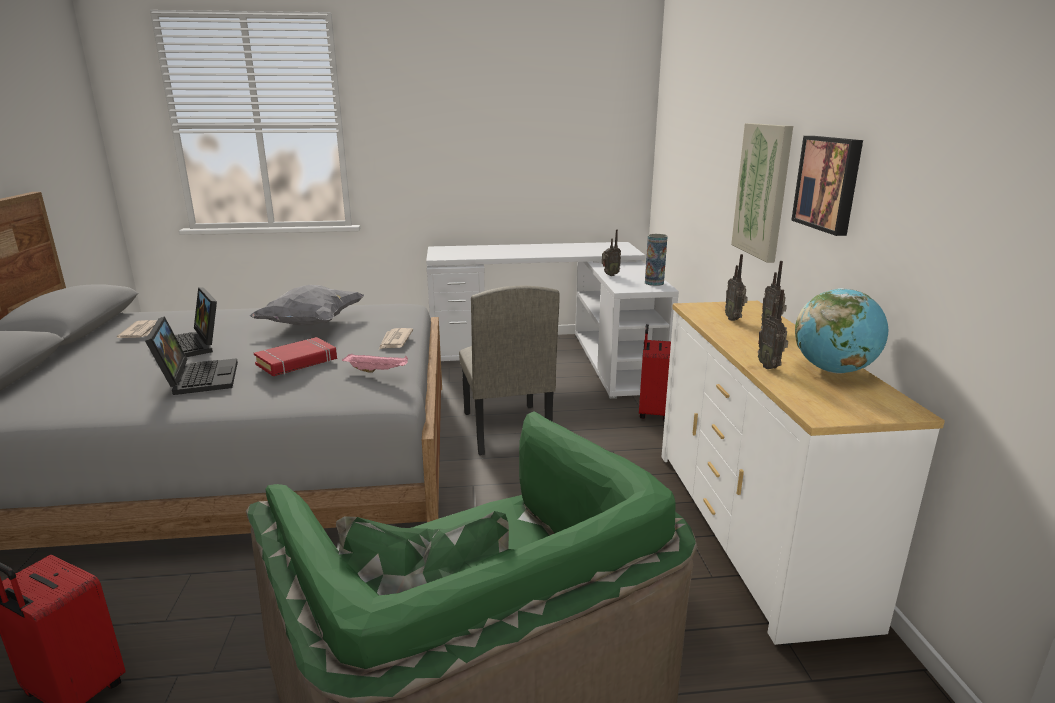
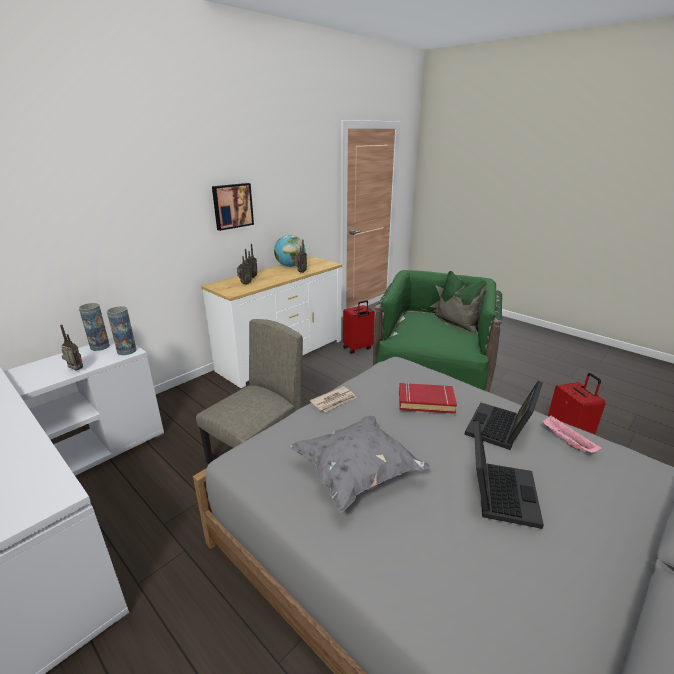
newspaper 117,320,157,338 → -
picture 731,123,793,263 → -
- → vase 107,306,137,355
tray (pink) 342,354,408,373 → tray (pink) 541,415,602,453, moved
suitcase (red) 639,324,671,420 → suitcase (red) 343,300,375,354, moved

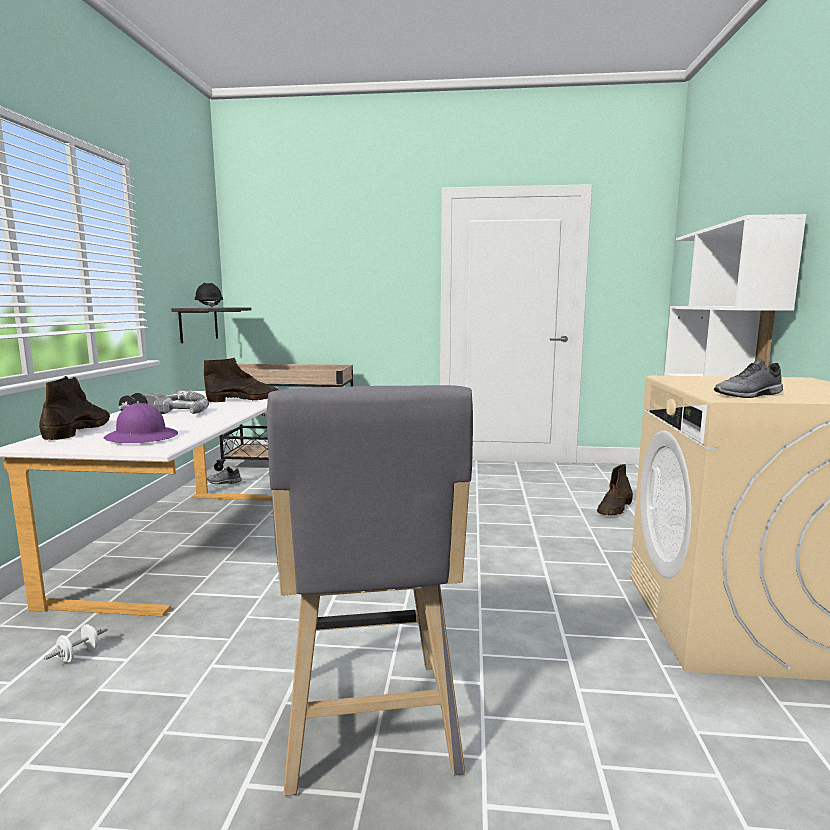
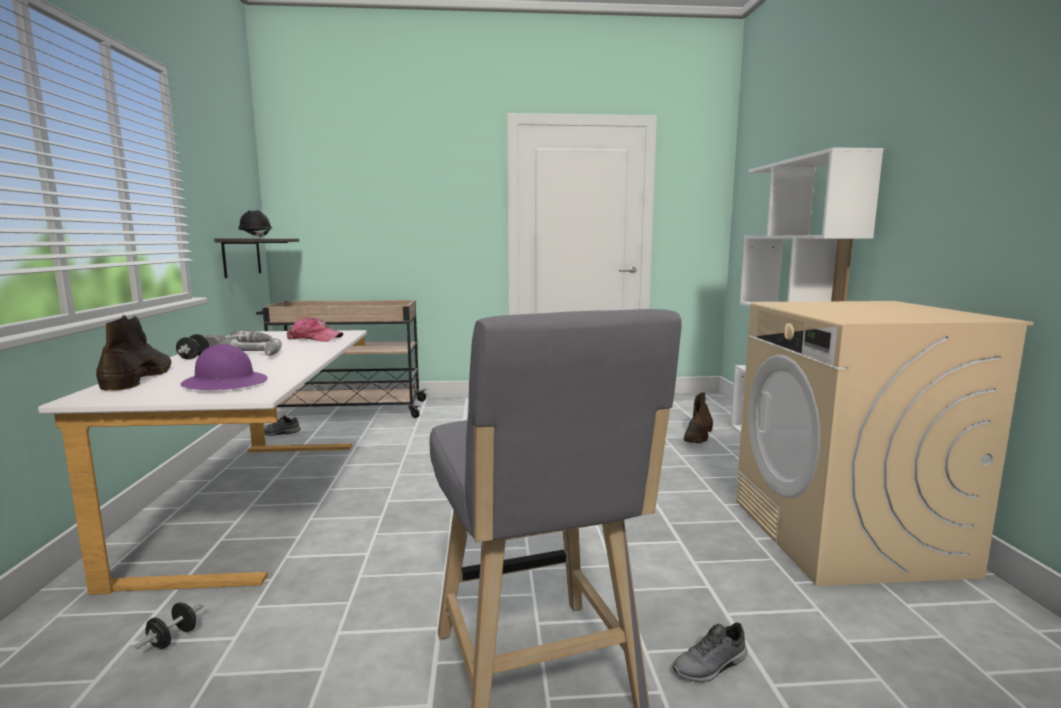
shoe (grey) 714,360,783,398 → shoe (grey) 672,622,747,682, moved
boot (brown) 204,358,278,402 → cap 287,317,343,342
dumbbell (white) 44,624,108,663 → dumbbell (black) 135,602,203,649

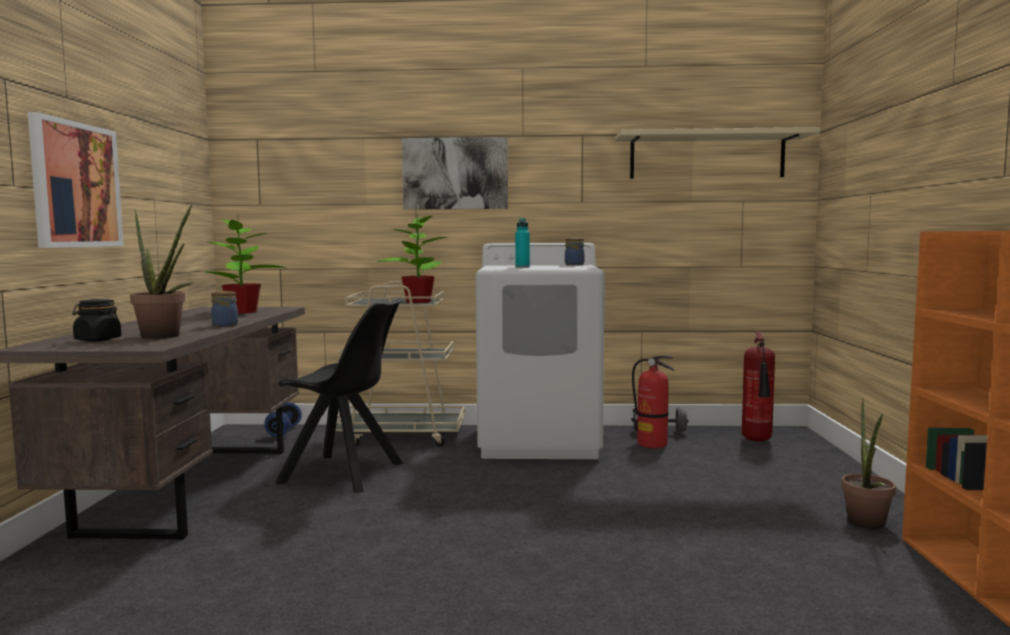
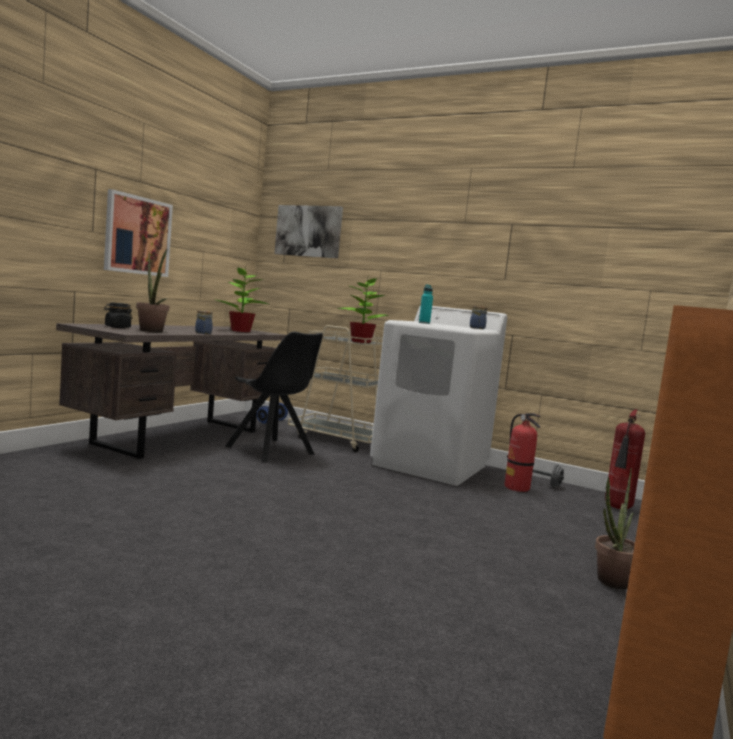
shelf (beige) 615,127,821,179 → -
picture 402,137,508,210 → picture 274,205,343,259, moved

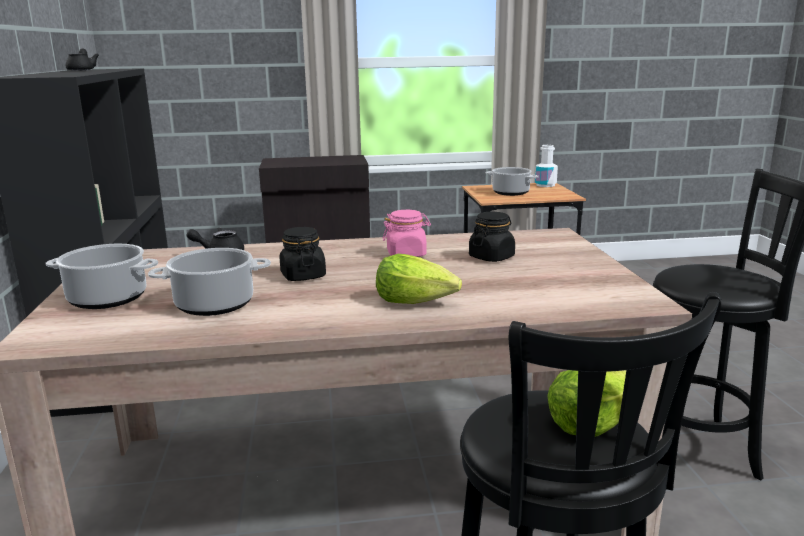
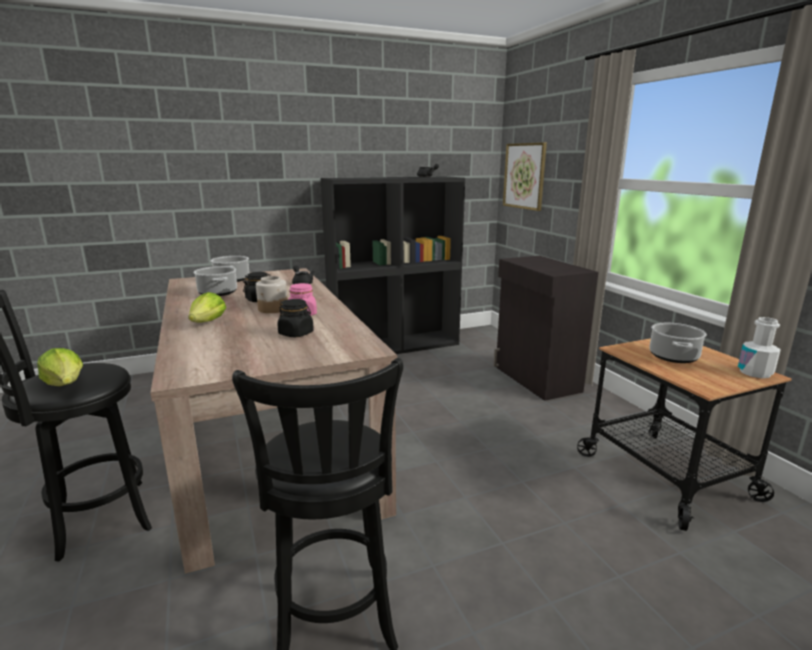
- → jar 256,276,288,313
- → picture 503,142,547,211

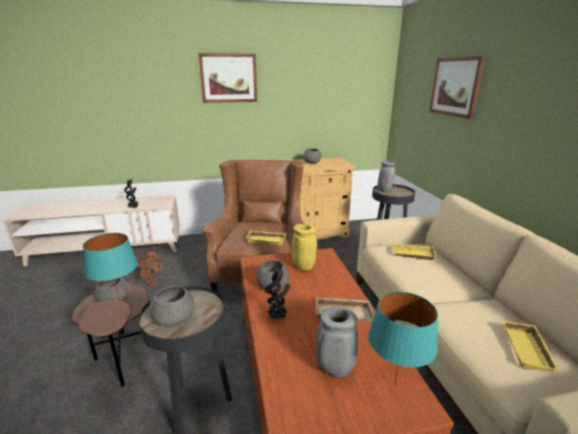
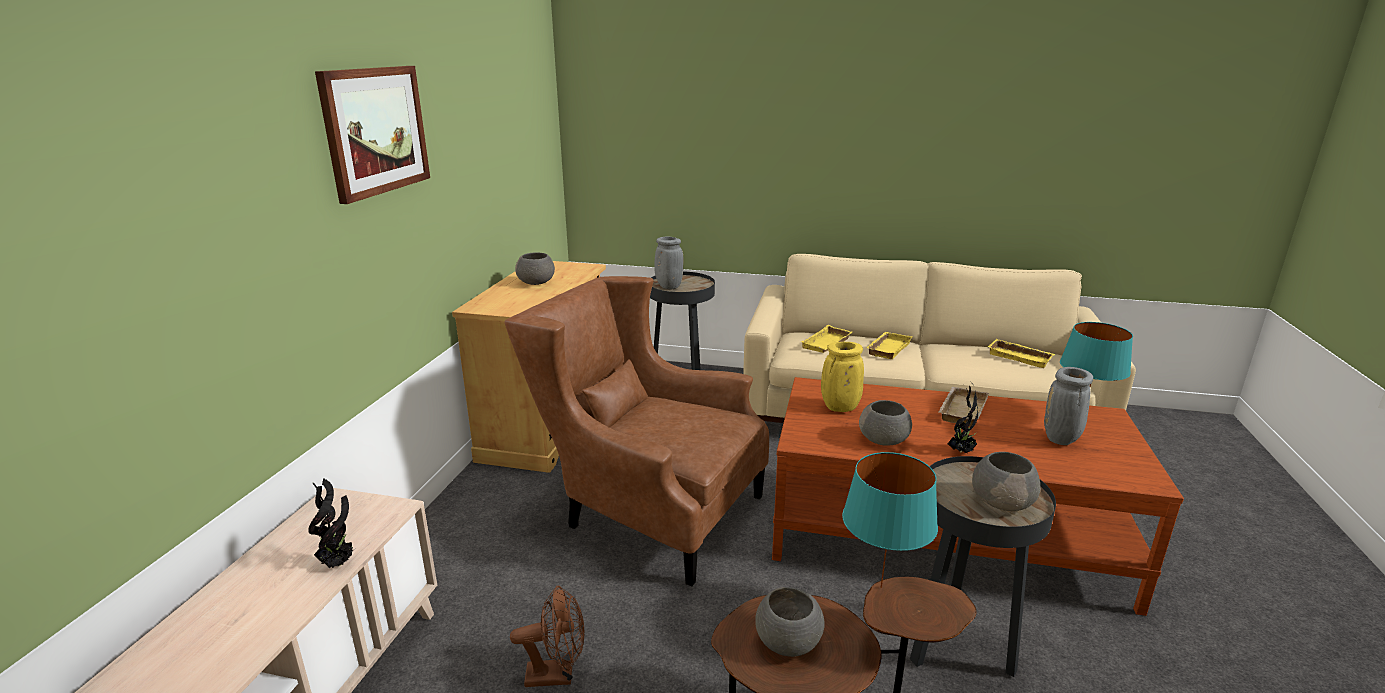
picture 429,56,486,119 → -
tray (yellow) 246,230,286,245 → tray (yellow) 867,332,912,359, moved

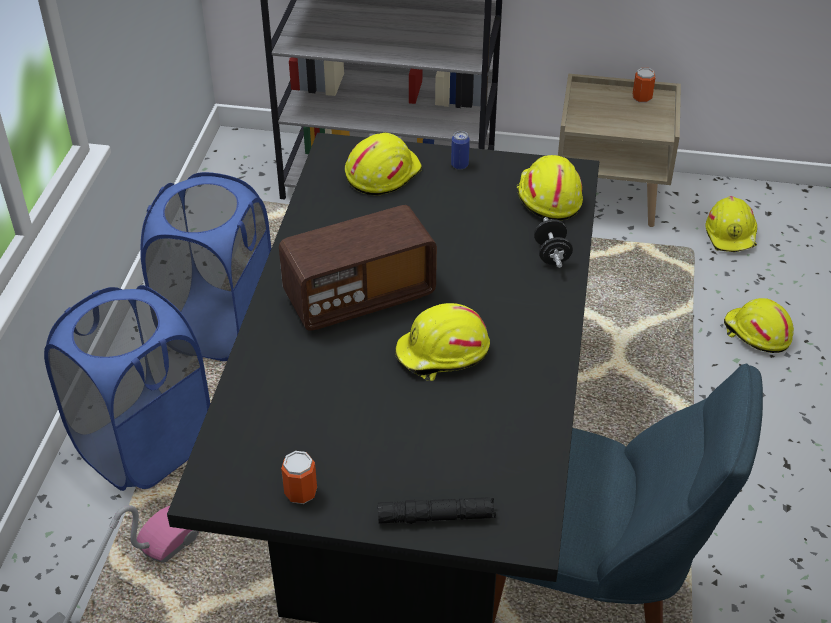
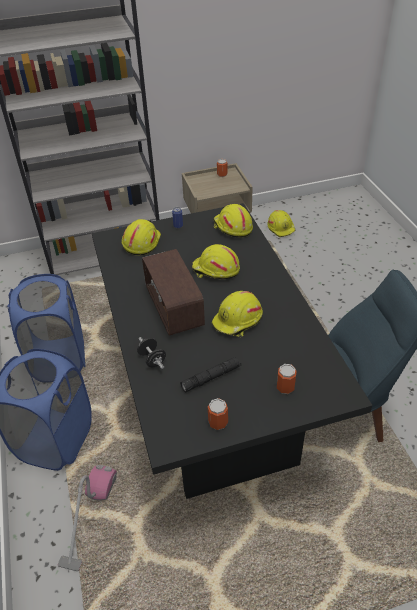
- → can 277,364,297,394
flashlight (black) 378,497,496,524 → flashlight (black) 180,357,241,393, moved
dumbbell (black) 534,217,573,268 → dumbbell (black) 137,337,166,369, moved
hard hat (yellow) 724,298,794,353 → hard hat (yellow) 192,244,240,279, moved
radio 279,205,437,331 → radio 142,249,205,336, 120 degrees clockwise

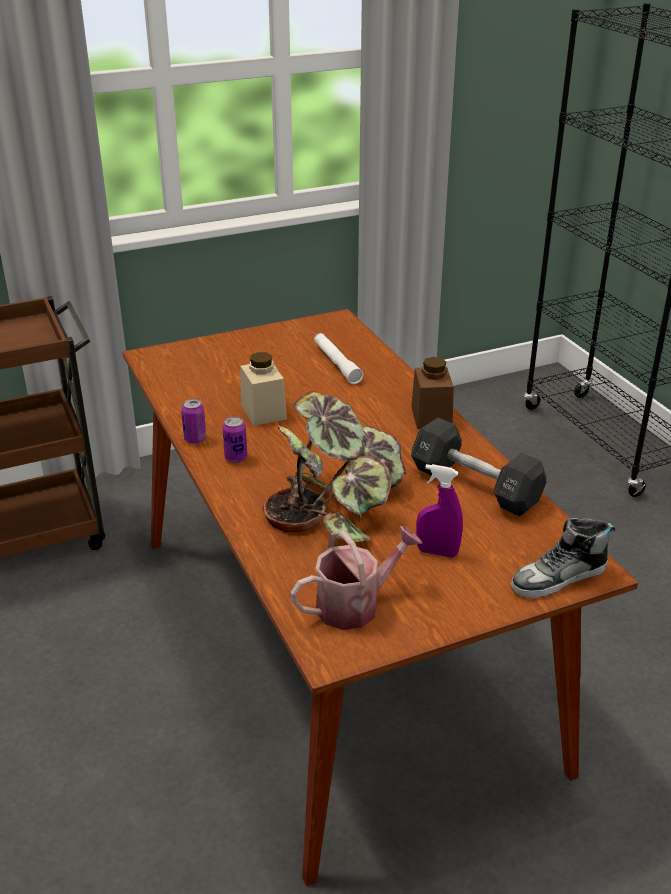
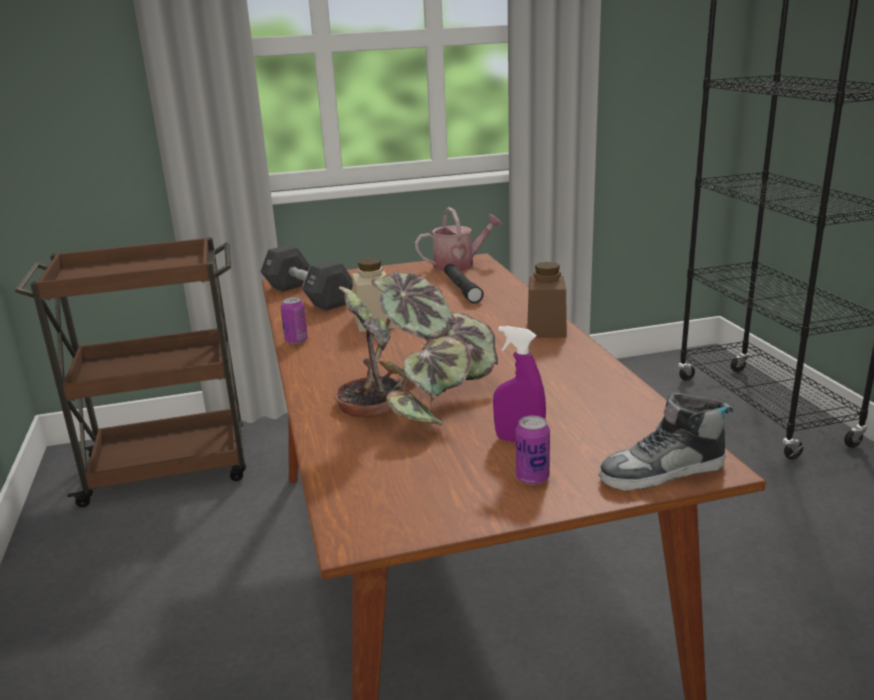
can 222,417,247,463 → can 516,415,550,485, moved
watering can 290,526,423,630 → watering can 415,207,503,271, moved
dumbbell (black) 411,418,546,517 → dumbbell (black) 260,245,353,311, moved
flashlight (white) 314,333,364,384 → flashlight (black) 444,264,484,304

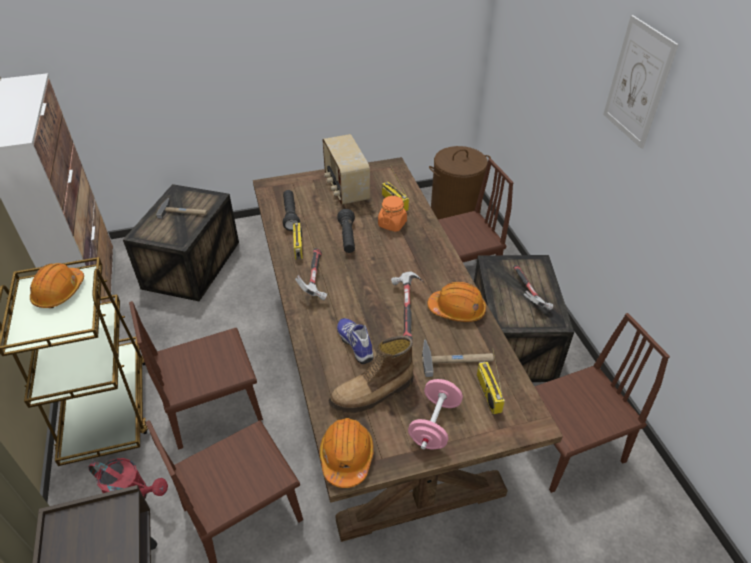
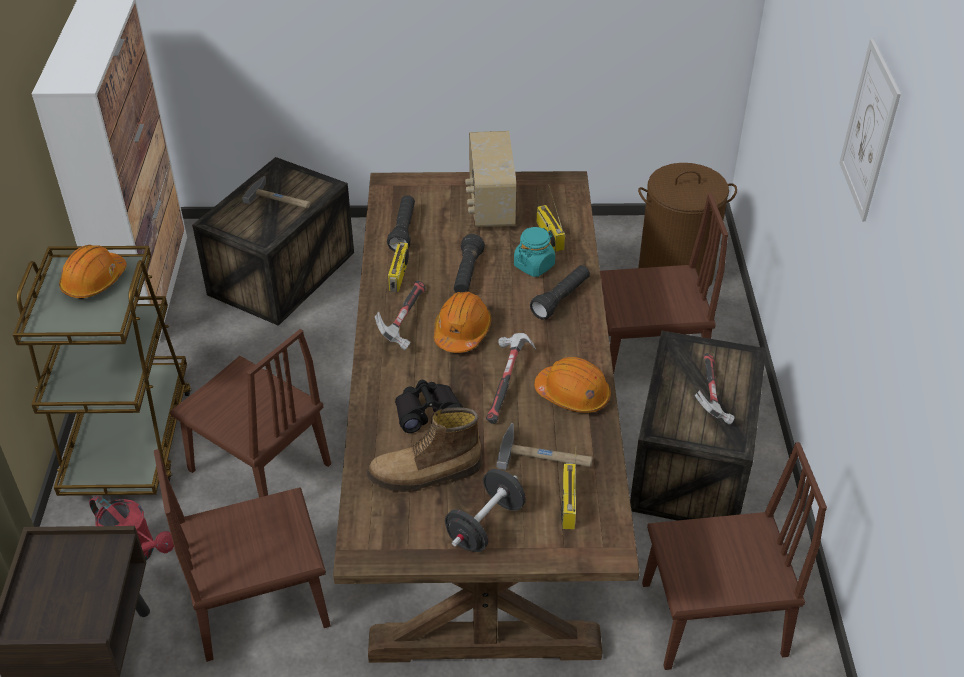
- → flashlight (black) 530,265,590,320
hard hat (orange) 319,418,374,488 → hard hat (orange) 434,292,492,353, moved
shoe 337,318,374,364 → binoculars (black) 395,380,463,433
jar (orange) 378,196,407,232 → jar (turquoise) 514,227,555,277
dumbbell (pink) 408,379,463,450 → dumbbell (black) 445,469,526,552
chair (brown) 129,301,263,449 → chair (brown) 170,329,331,498, 135 degrees counterclockwise

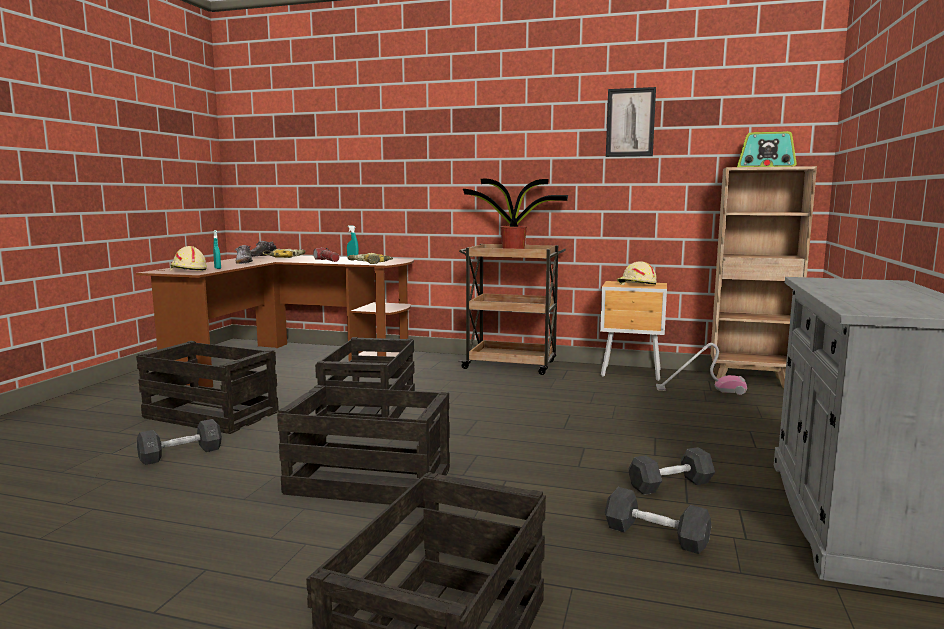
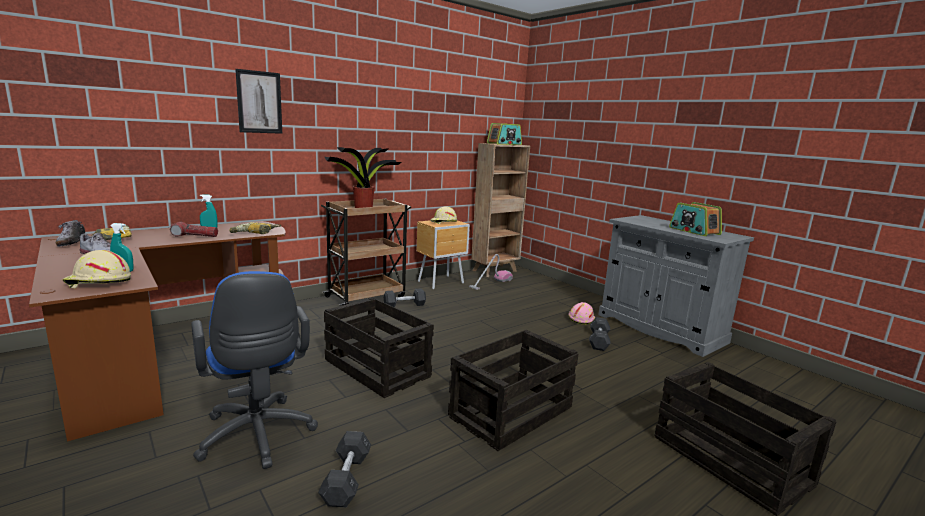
- → hard hat (pink) 569,302,595,325
- → radio 669,202,722,236
dumbbell (grey) 605,487,712,554 → dumbbell (grey) 384,288,426,307, moved
picture 606,87,656,157 → picture 235,69,282,134, moved
crate 136,341,279,434 → office chair (blue) 191,271,318,469

